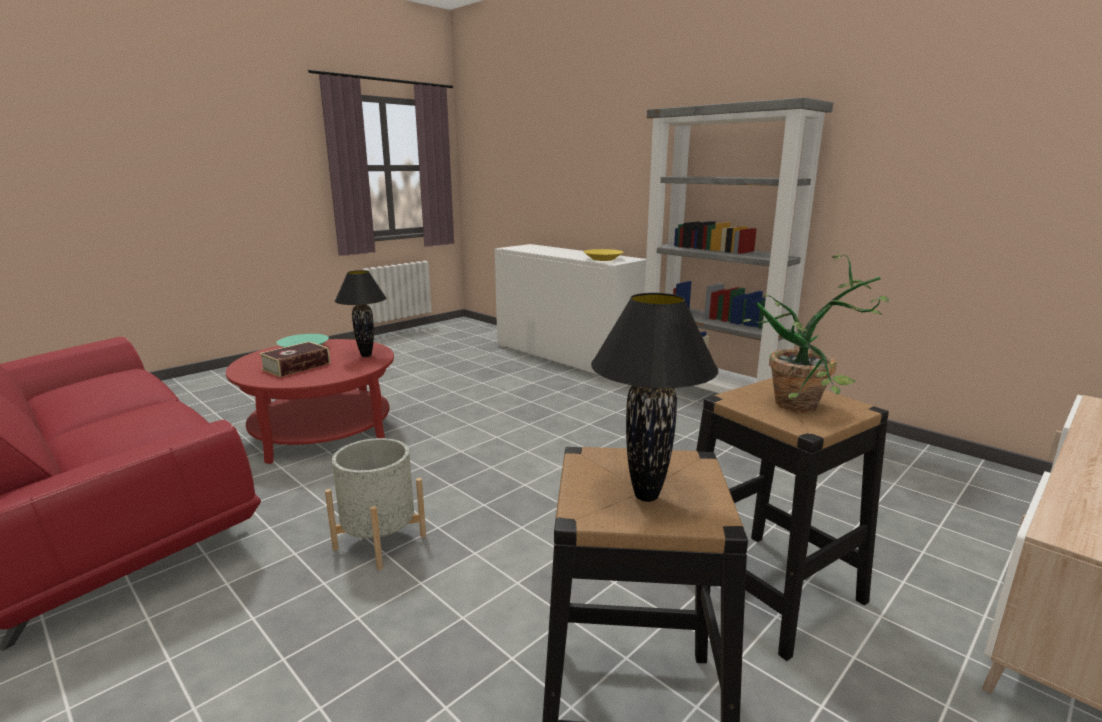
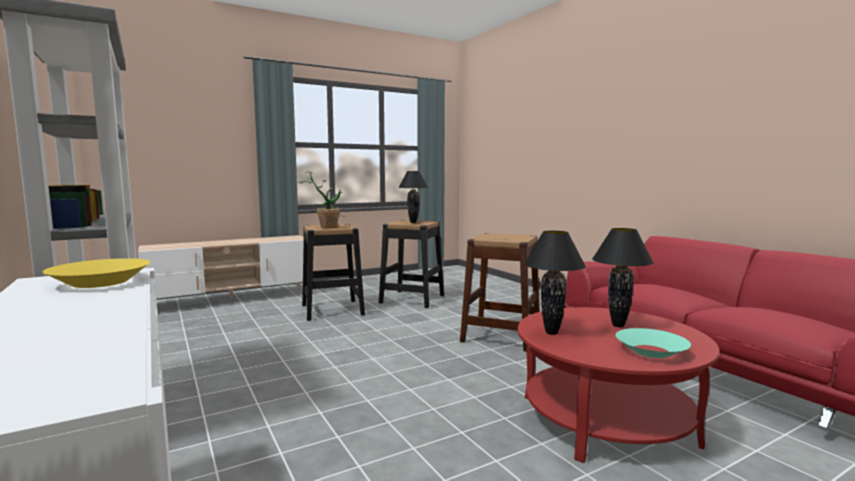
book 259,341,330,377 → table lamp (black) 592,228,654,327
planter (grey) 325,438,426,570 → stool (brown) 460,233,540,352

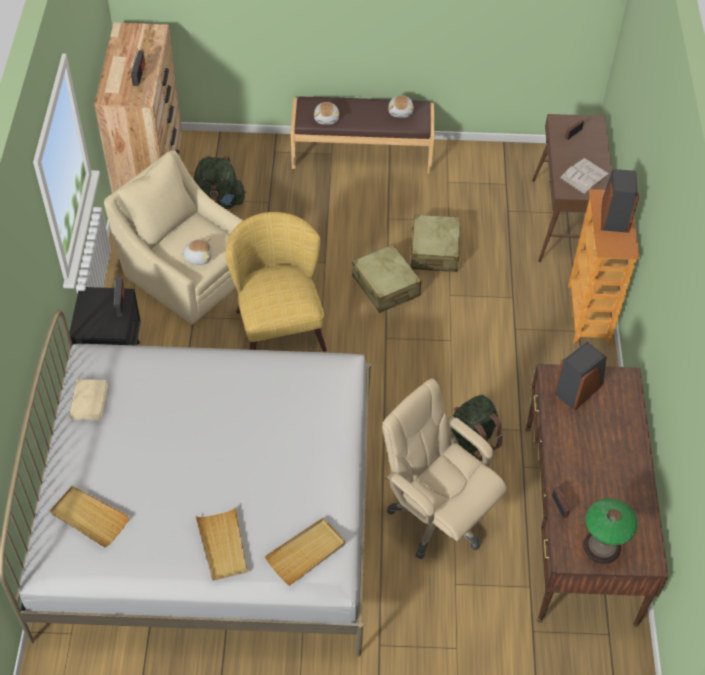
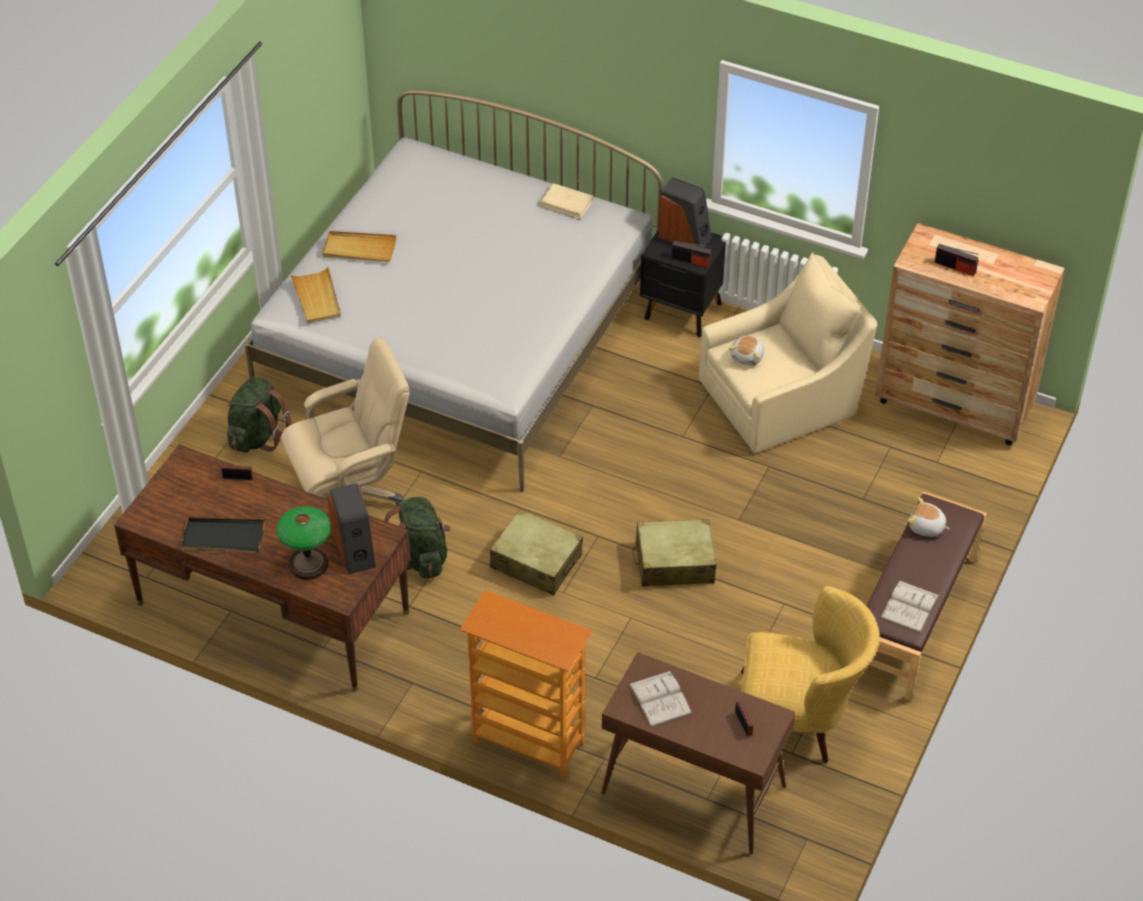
tray (beige) 50,486,130,548 → -
- → tray (black) 181,517,265,553
backpack (green) 194,156,246,209 → backpack (green) 227,377,292,453, moved
armchair (yellow) 226,212,327,352 → armchair (yellow) 741,586,880,763, moved
suitcase (beige) 411,215,460,272 → suitcase (beige) 490,509,583,595, moved
table lamp 583,498,638,564 → table lamp 277,506,331,580, moved
speaker 601,169,639,233 → speaker 658,177,712,248, moved
plush toy 388,95,414,118 → book (white) 880,580,939,634

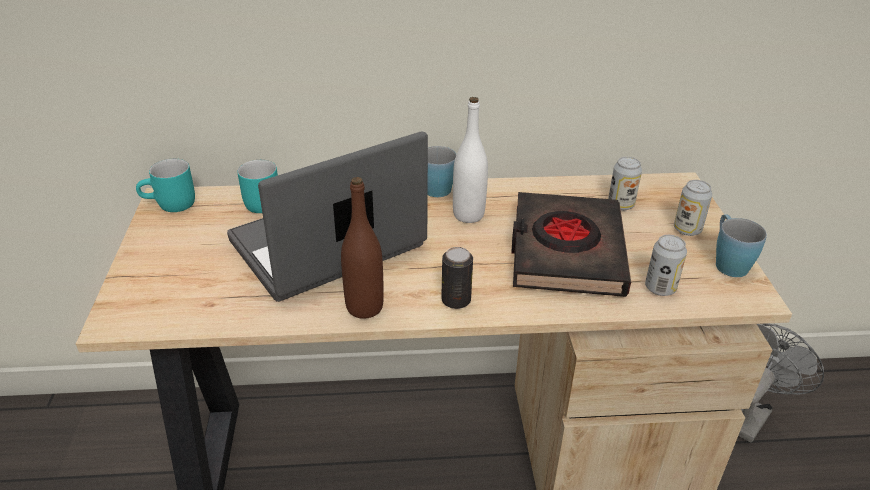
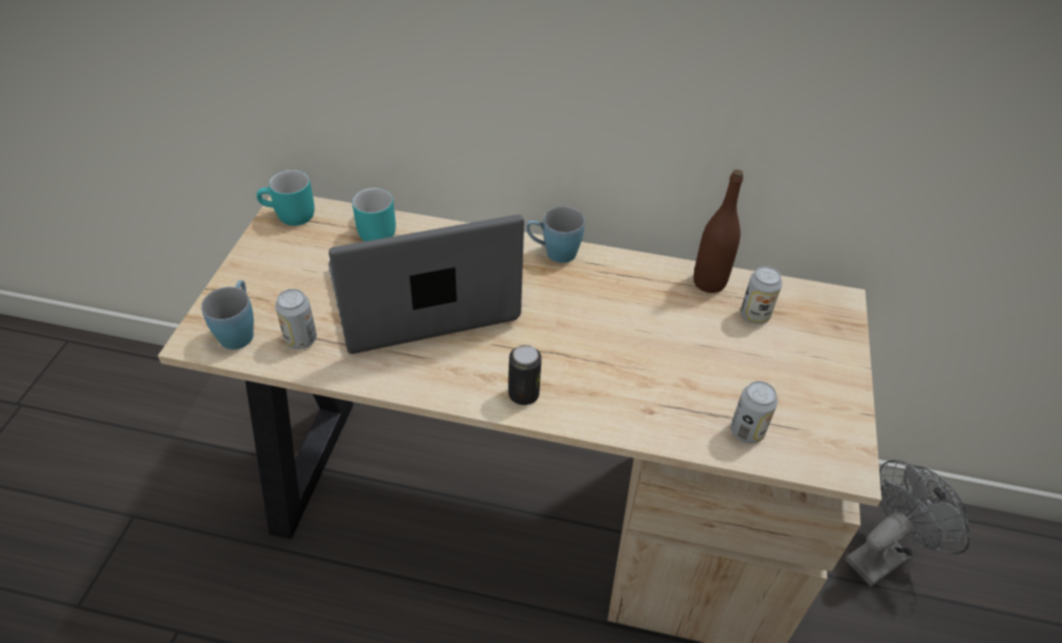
bottle (white) 453,97,488,223 → -
book (black) 511,192,631,297 → -
bottle (brown) 341,177,384,319 → bottle (brown) 693,170,743,293, moved
can 674,180,712,236 → can 275,289,317,349, moved
mug (blue) 716,214,767,277 → mug (blue) 201,280,254,350, moved

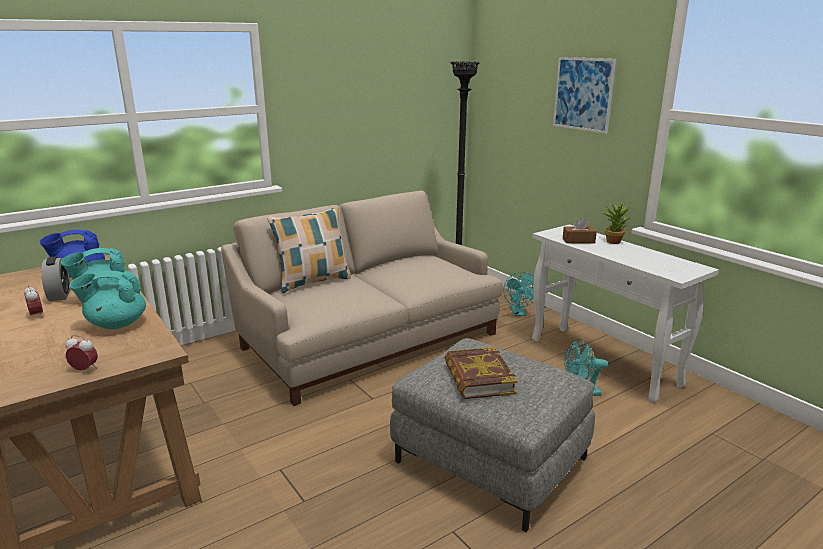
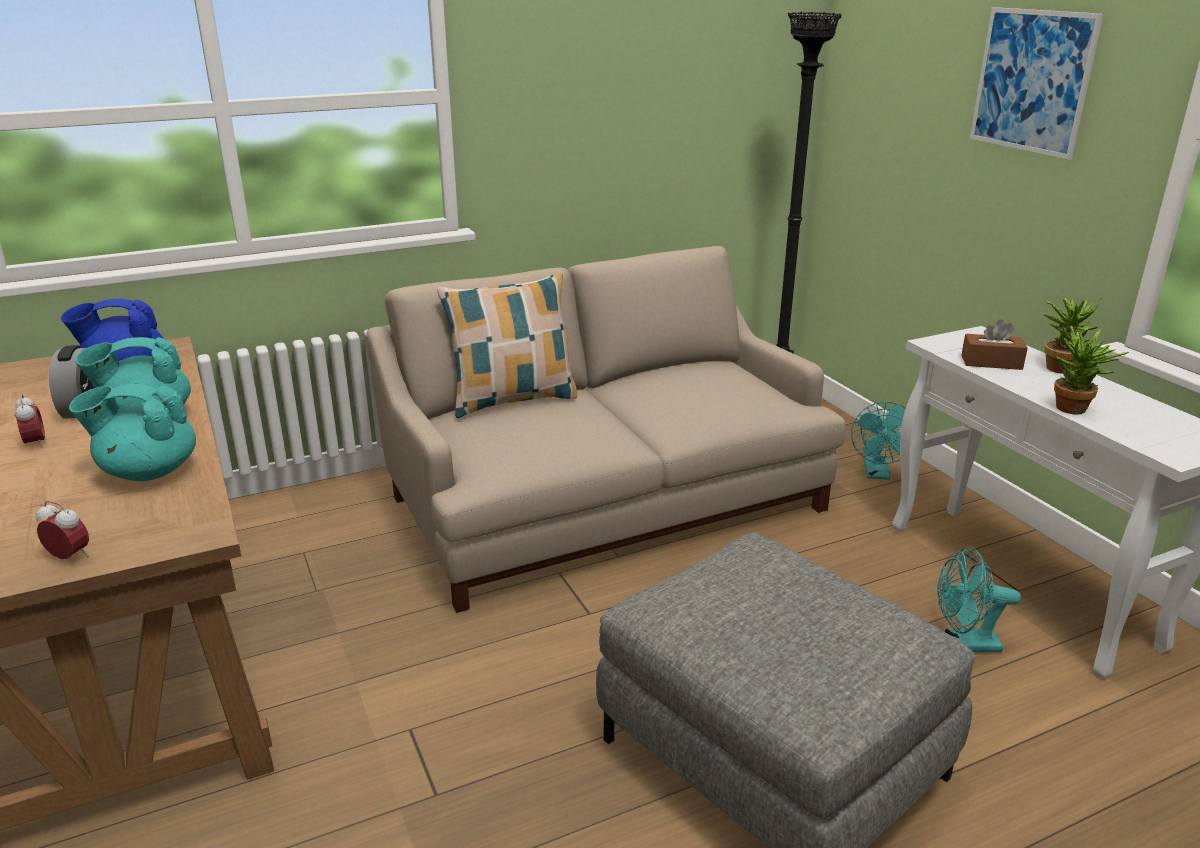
book 445,347,517,399 → -
- → potted plant 1054,326,1129,415

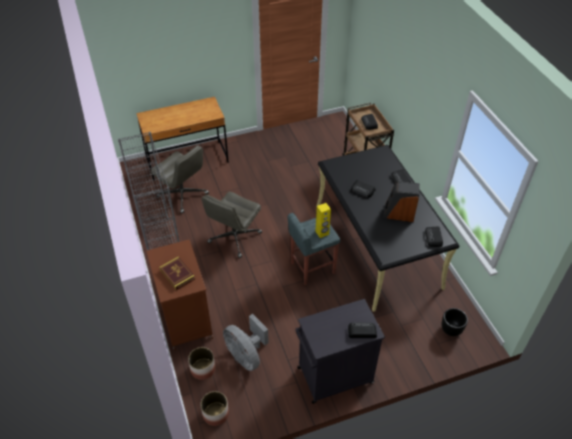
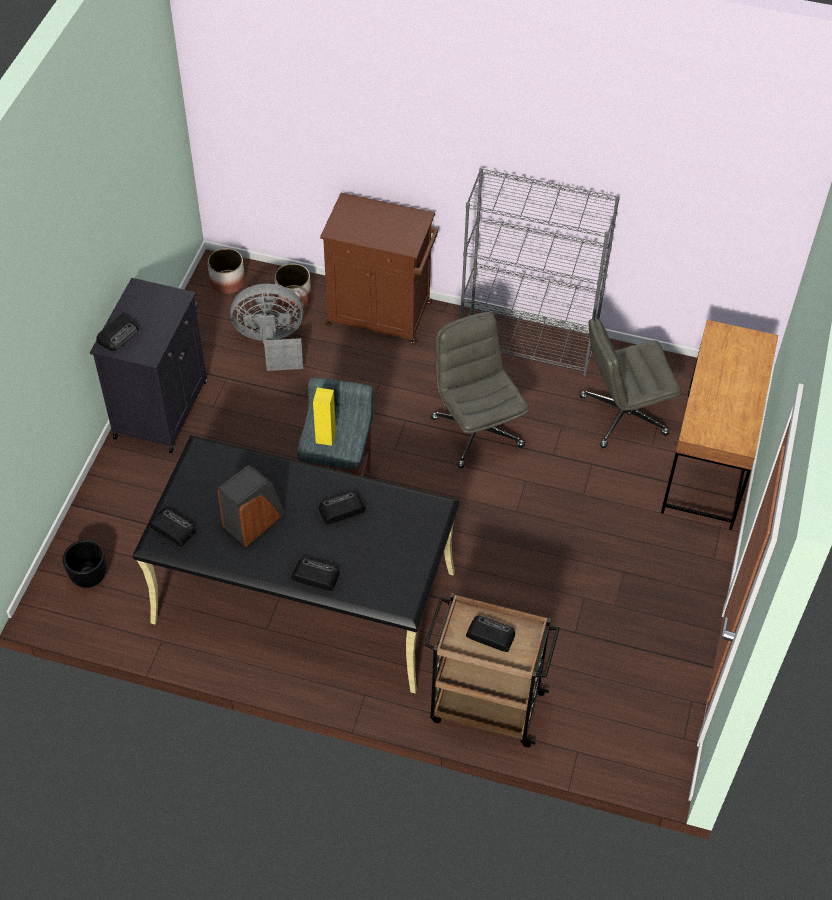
book 159,257,195,290 → -

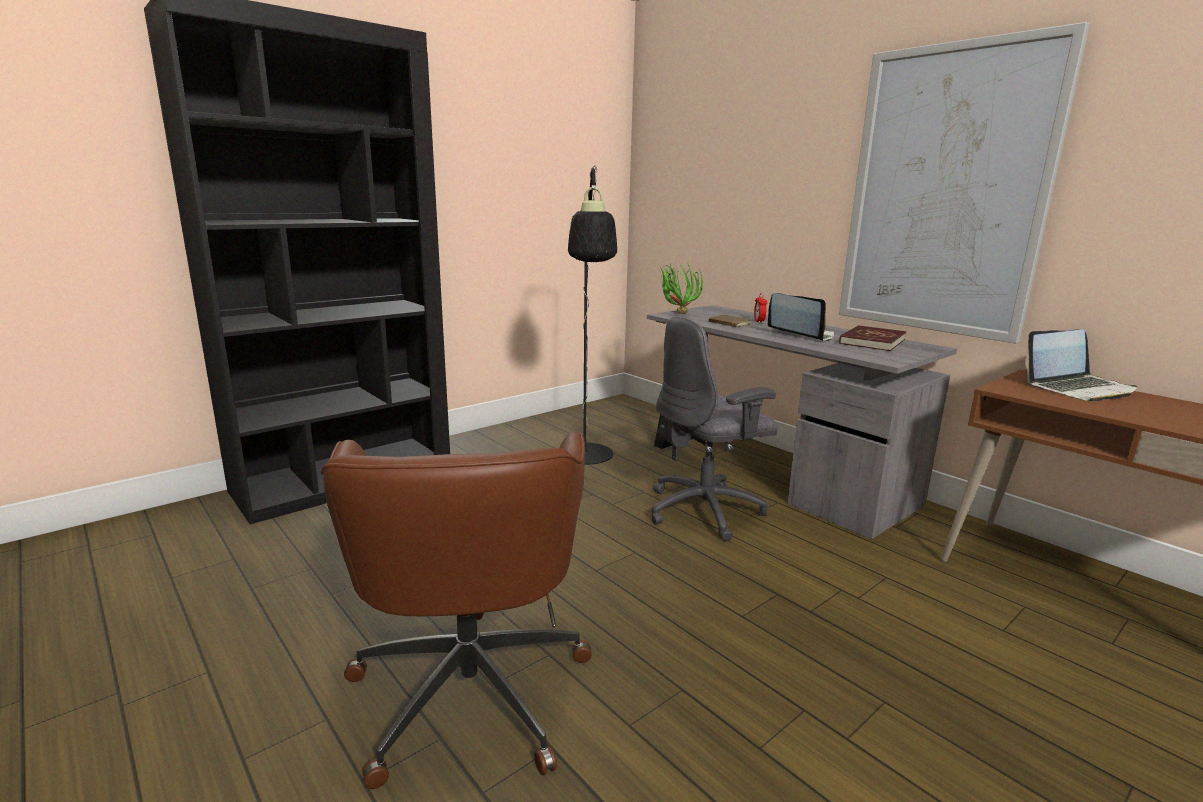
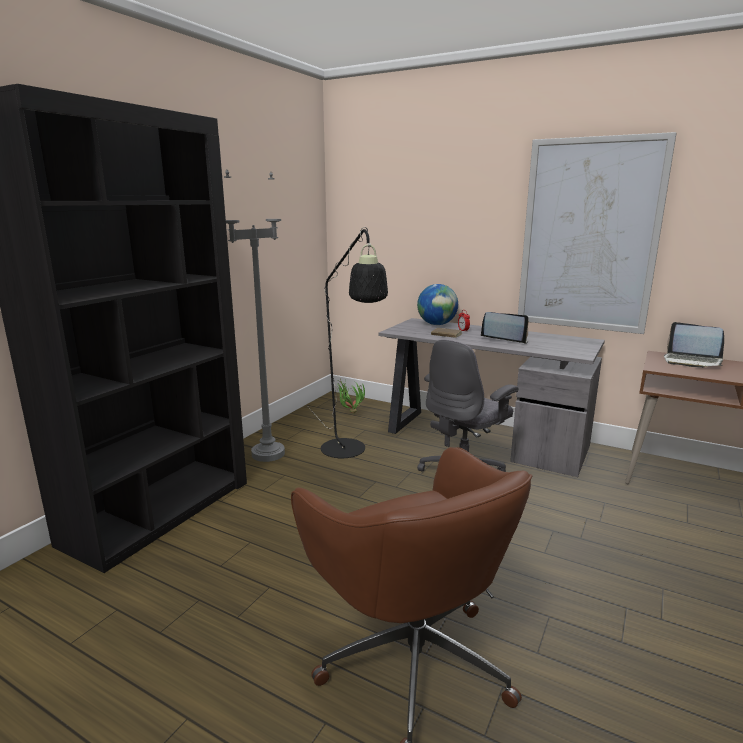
book (red) 839,325,907,351 → -
- → floor lamp (grey) 224,170,285,462
- → globe 417,284,458,325
potted plant 658,260,703,314 → potted plant 336,379,365,413, moved
laptop 1025,329,1137,401 → laptop 664,322,724,368, 75 degrees clockwise

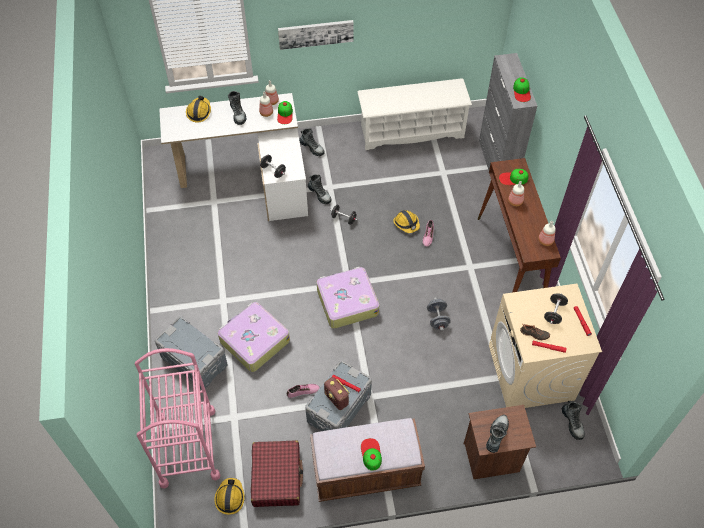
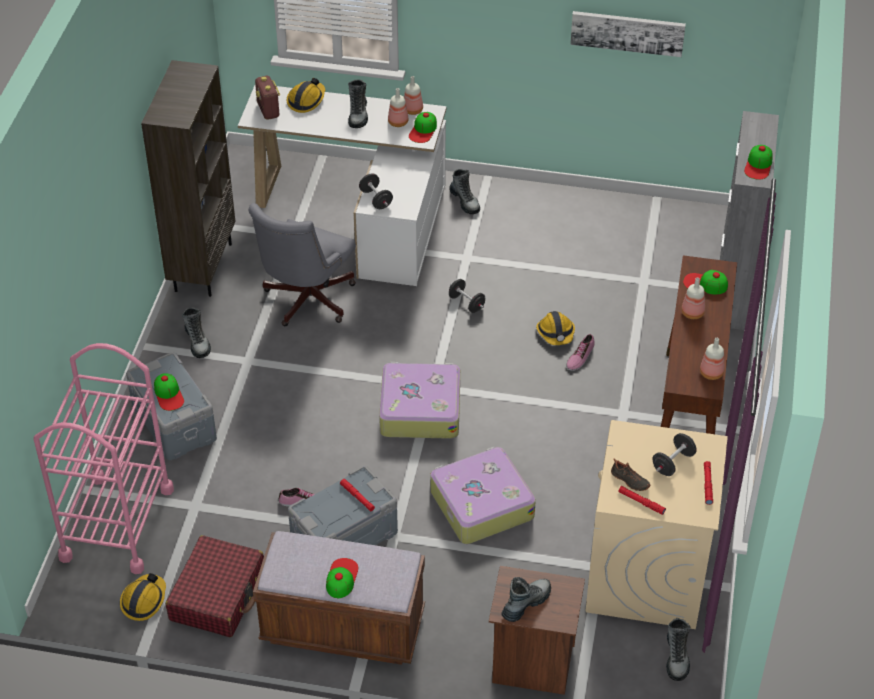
shoe rack (white) 357,78,472,150 → -
dumbbell (grey) 427,297,451,331 → -
- → bookcase (brown) 141,60,235,297
- → cap 154,373,184,411
- → office chair (grey) 249,203,356,326
suitcase 218,302,290,372 → suitcase 430,447,536,544, moved
picture 278,20,354,50 → picture 570,11,686,57, moved
boot 308,174,331,204 → boot 182,307,211,358, moved
radio 324,377,349,410 → radio 255,76,280,120, moved

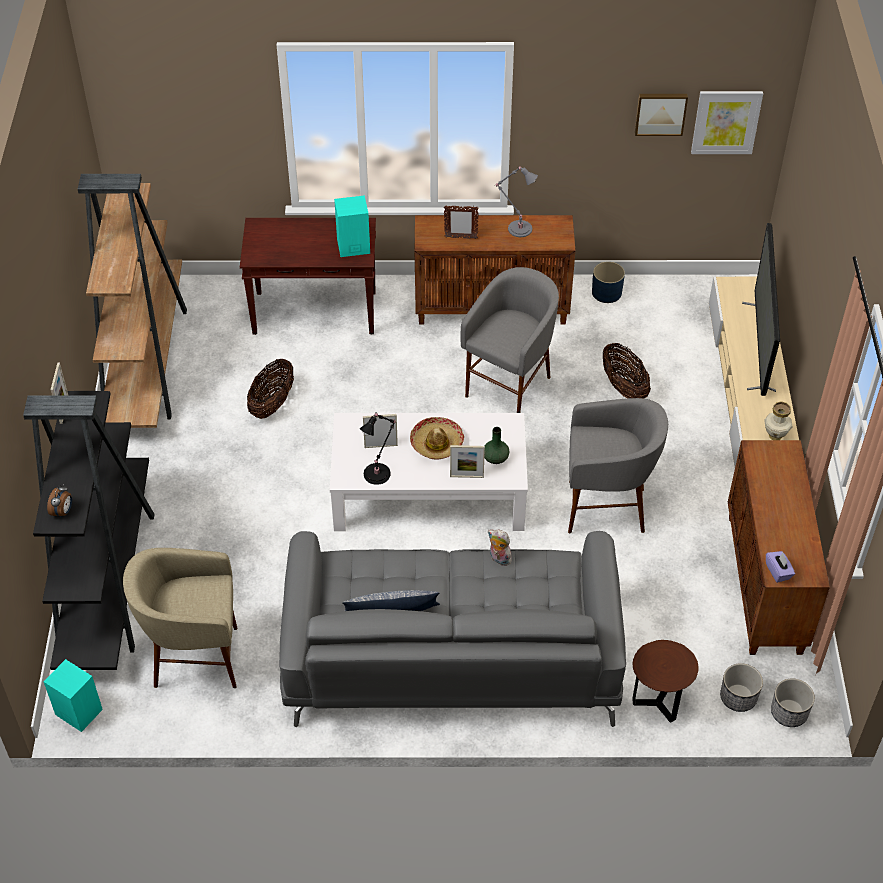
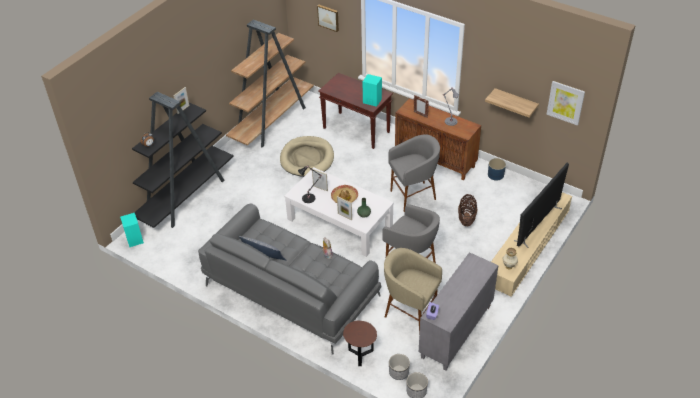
- → shelf 485,88,539,118
stool (beige) 123,548,238,688 → stool (beige) 384,248,442,333, moved
picture 635,94,688,136 → picture 317,5,339,32, moved
basket 247,359,294,419 → dog bed (beige) 280,136,334,177
cabinet (brown) 728,440,830,655 → cabinet (grey) 419,252,499,371

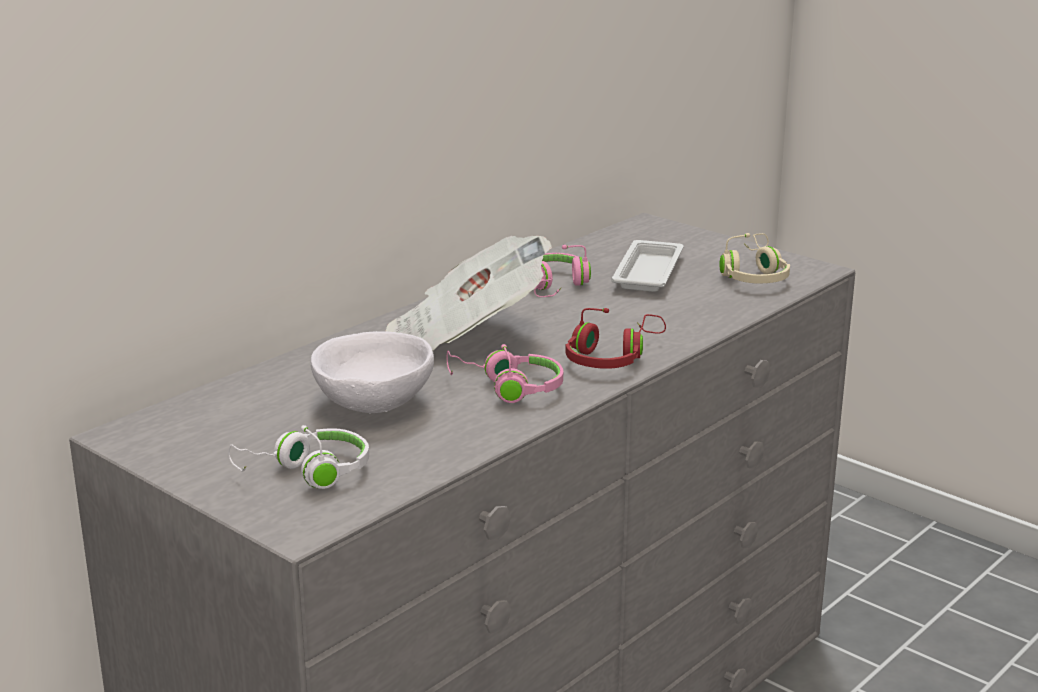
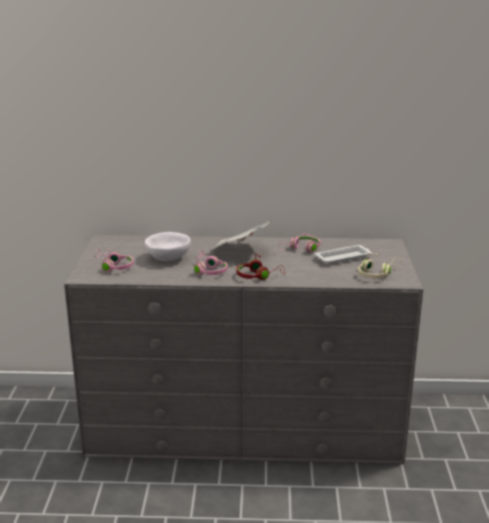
headphones (white) 228,425,369,489 → headphones (pink) 95,249,134,272

